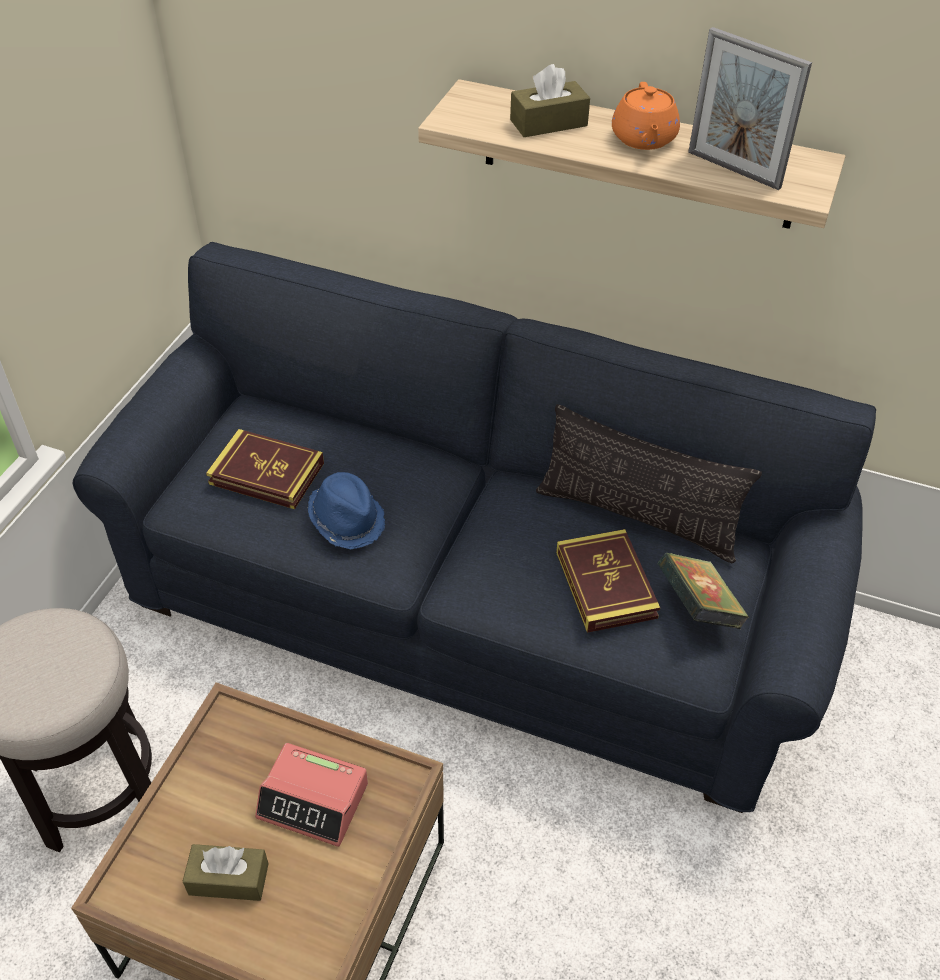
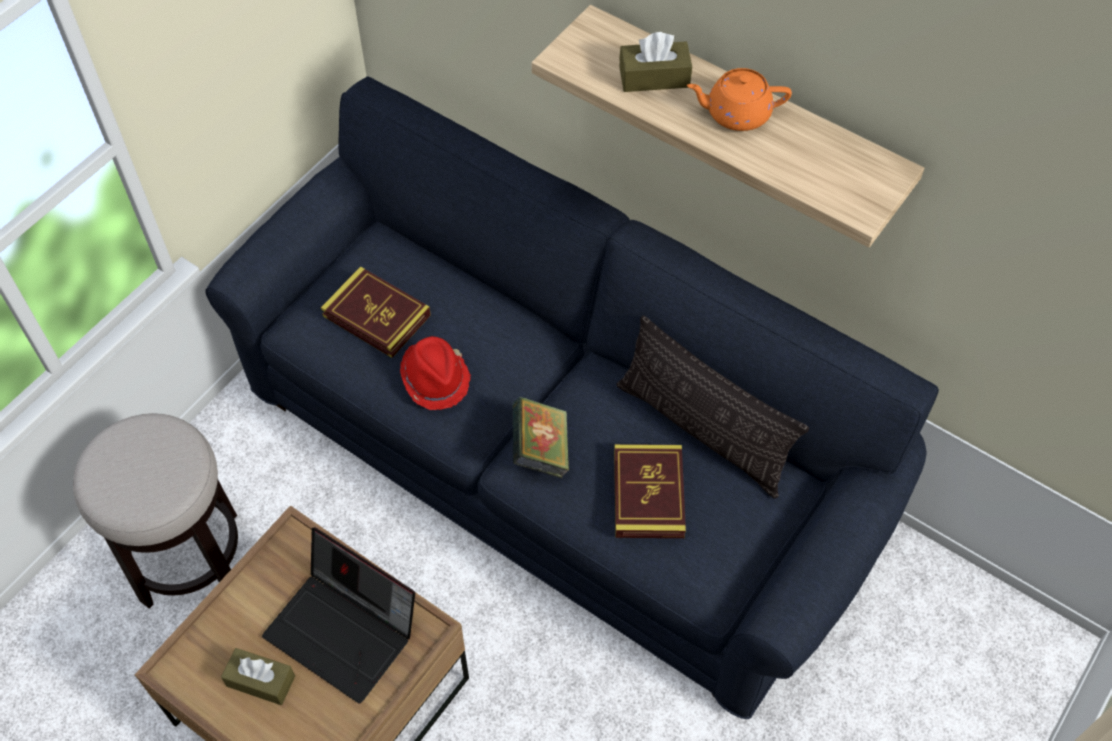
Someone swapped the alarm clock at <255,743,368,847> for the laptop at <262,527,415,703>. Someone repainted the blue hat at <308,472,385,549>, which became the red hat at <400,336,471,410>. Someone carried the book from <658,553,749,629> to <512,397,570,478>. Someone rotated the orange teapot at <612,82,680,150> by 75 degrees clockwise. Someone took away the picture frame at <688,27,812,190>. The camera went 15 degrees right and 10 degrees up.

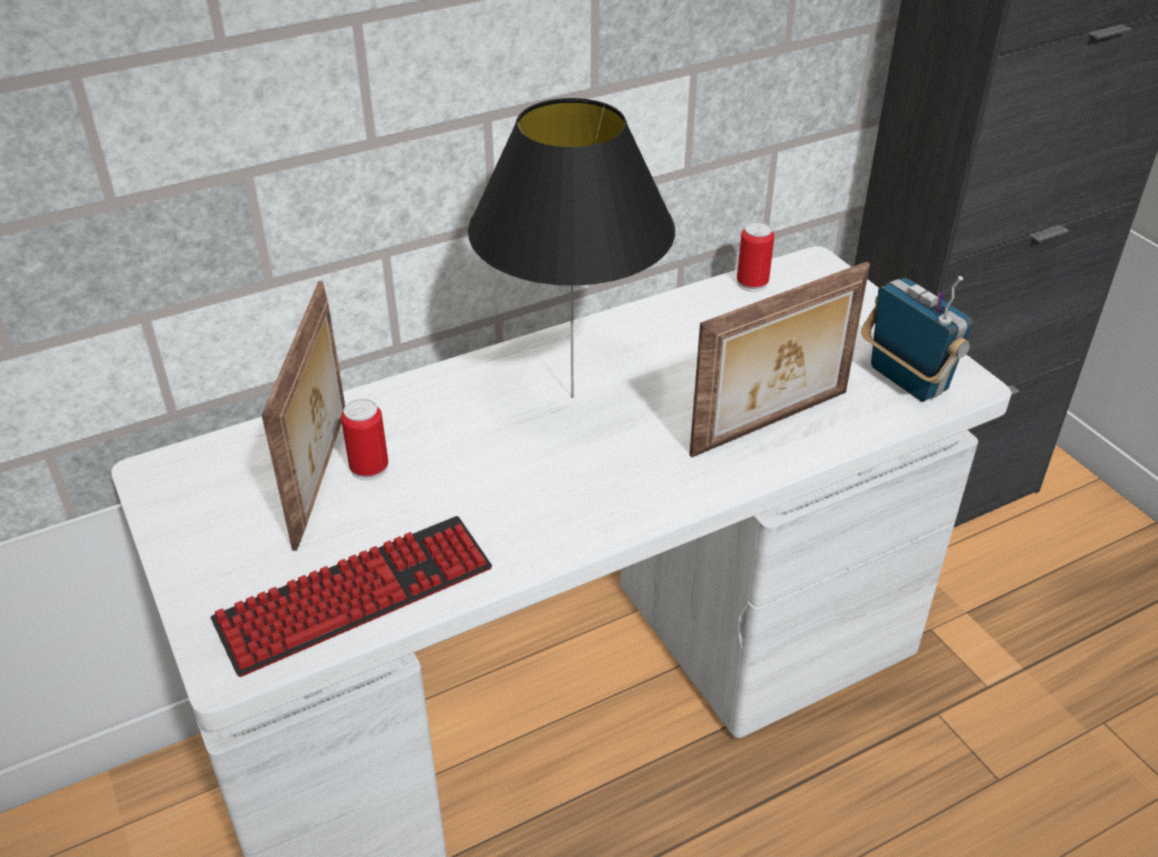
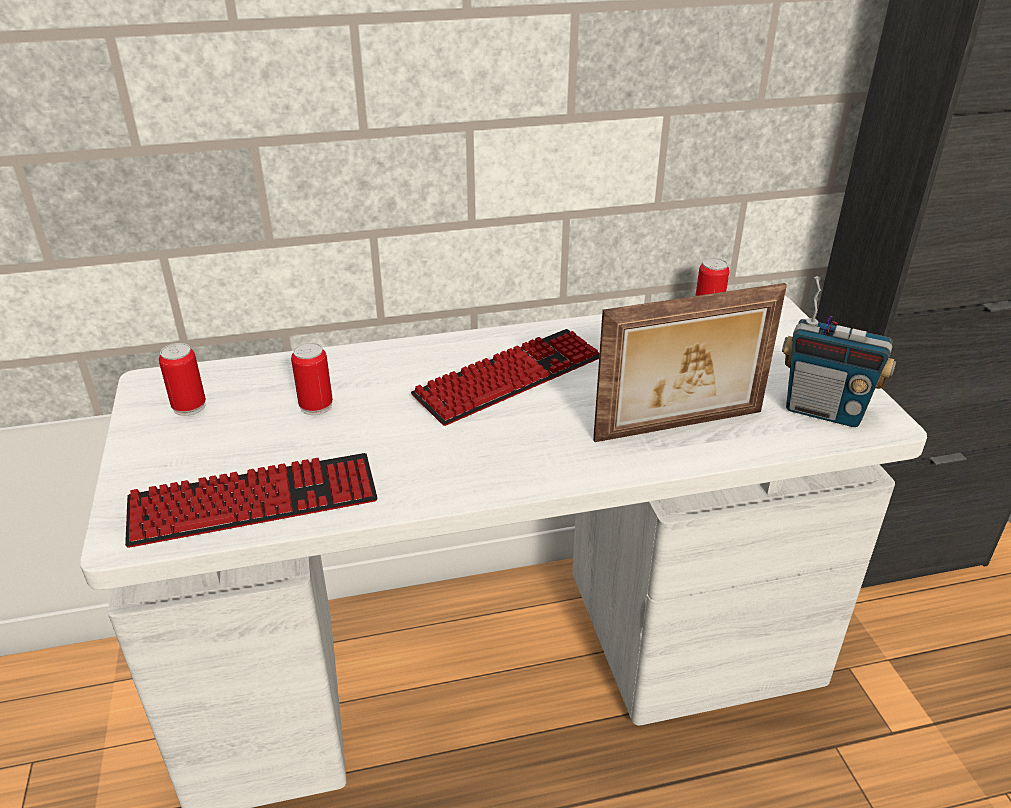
Someone put down the can at <159,343,206,416>. Someone swapped the black table lamp at <468,98,675,398> for the keyboard at <411,329,599,426>. Someone rotated the radio at <861,276,973,402> by 135 degrees clockwise. Someone took away the picture frame at <262,281,345,551>. The camera went 15 degrees right and 5 degrees down.

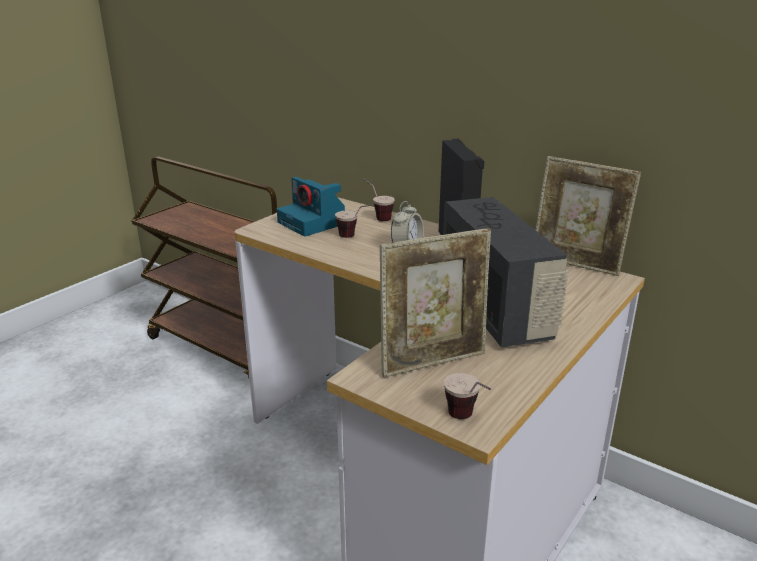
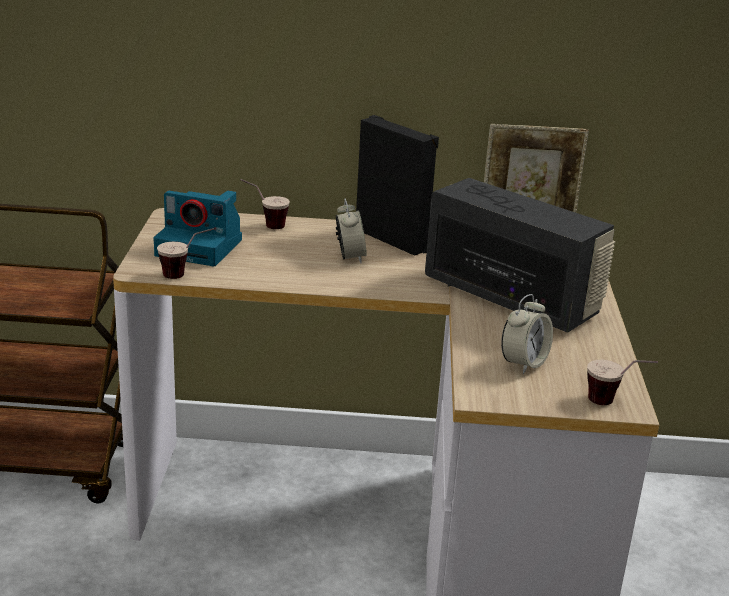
Someone carried the cup from <335,204,373,238> to <157,228,214,279>. Someone swapped the picture frame at <380,228,491,378> for the alarm clock at <501,294,553,374>. The camera went 35 degrees left and 0 degrees up.

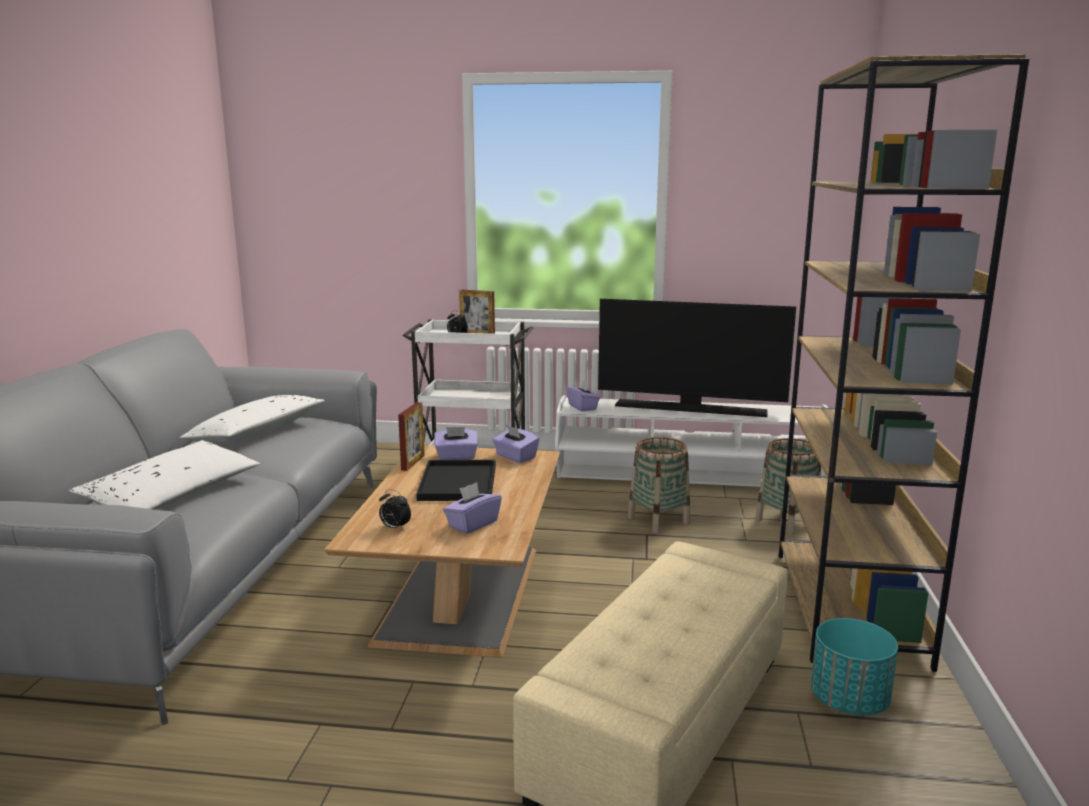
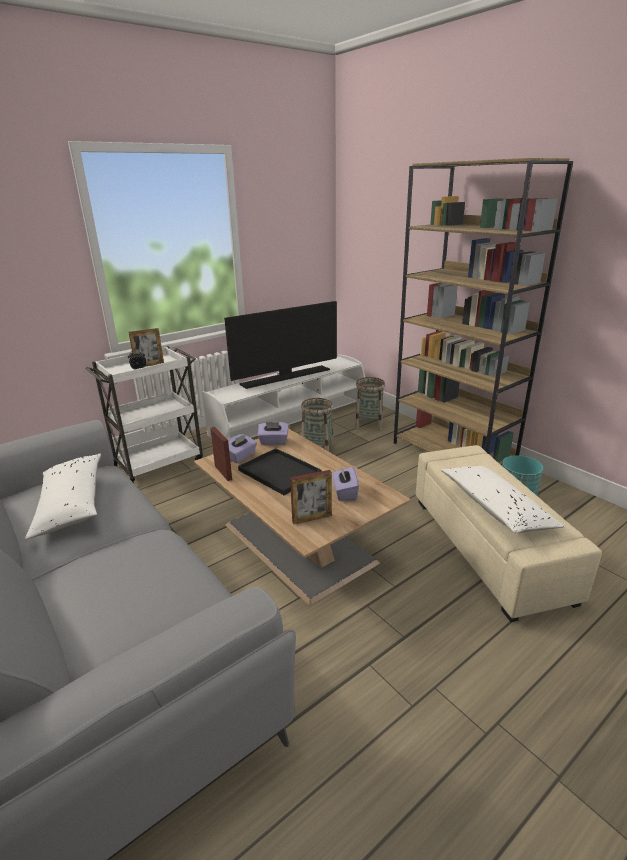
Someone swapped the alarm clock at <379,489,411,530> for the picture frame at <290,470,332,524>. Someone carried the white pillow from <69,440,260,510> to <441,466,564,533>. Someone took away the purple tissue box at <566,381,600,412>. The camera went 45 degrees left and 10 degrees up.

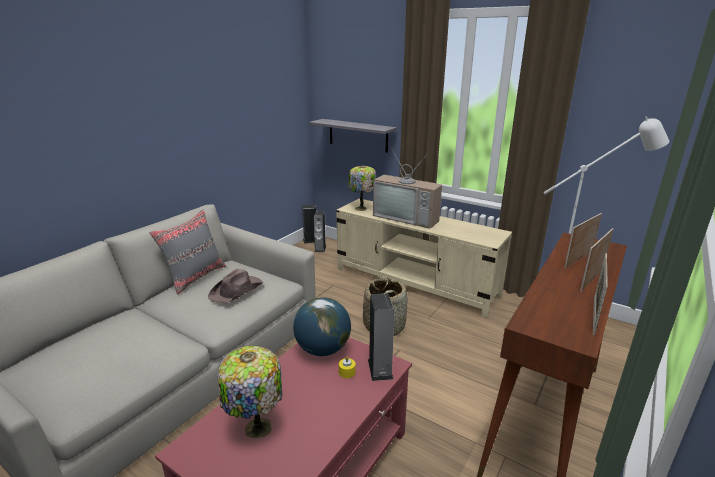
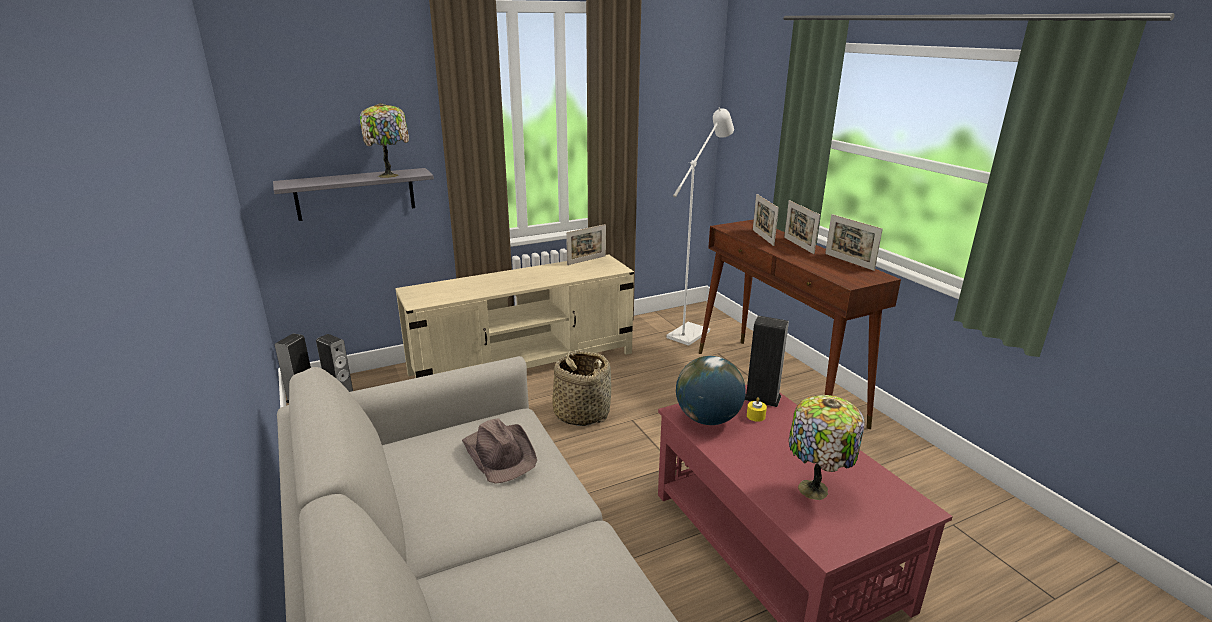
Someone carried the table lamp from <348,165,376,211> to <360,103,409,178>. Someone put down the picture frame at <566,224,606,265>. Someone took away the grey pillow at <149,210,226,295>. Someone took away the television at <373,147,442,229>. The camera went 60 degrees left and 0 degrees up.

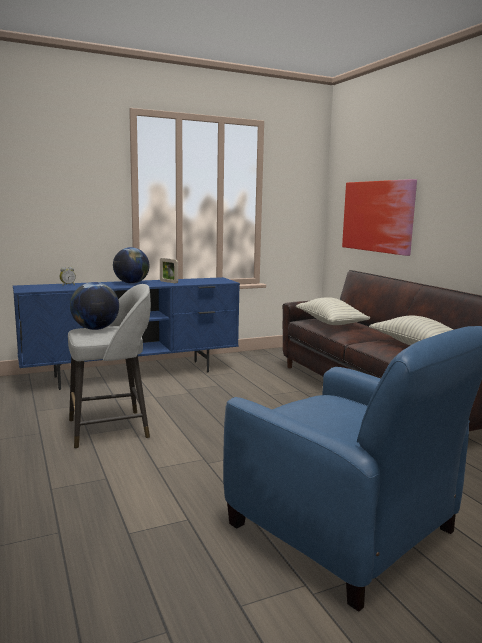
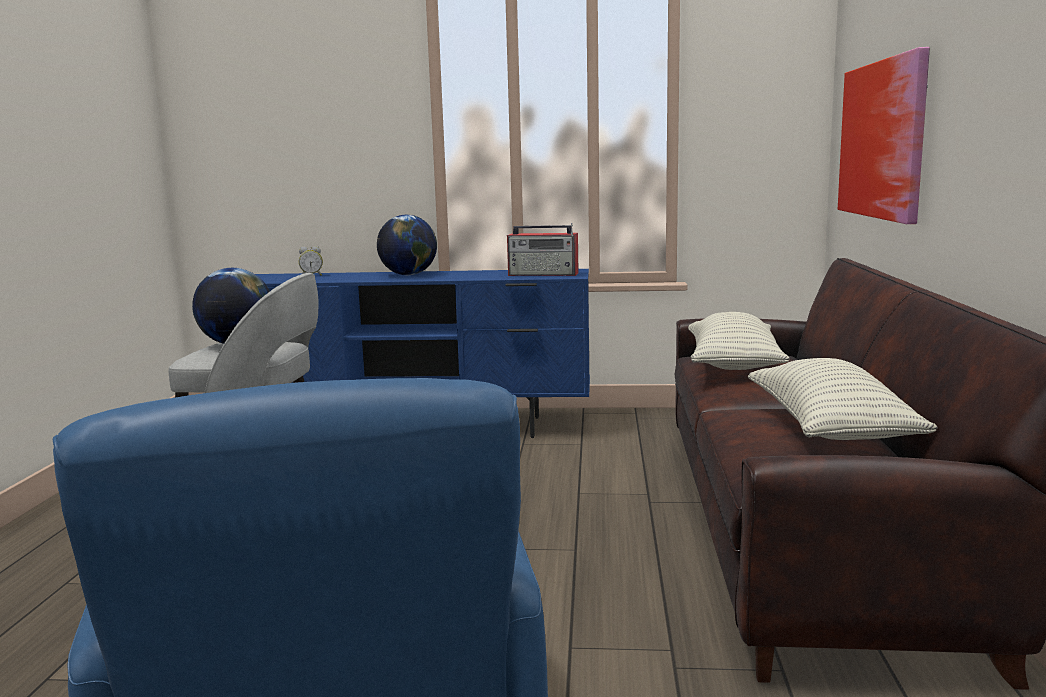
Someone put down the radio at <507,223,579,276>. Someone took away the picture frame at <160,258,178,283>. The camera went 30 degrees right and 0 degrees up.

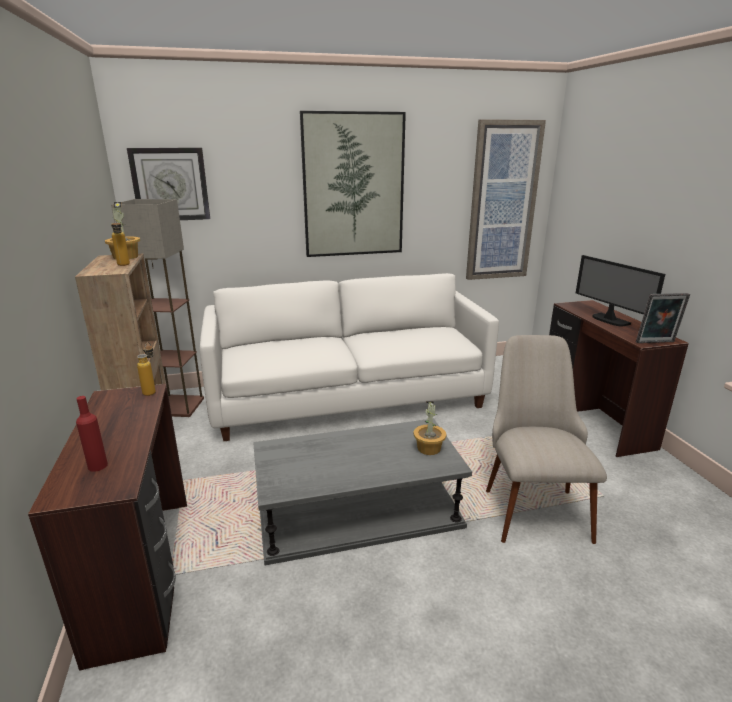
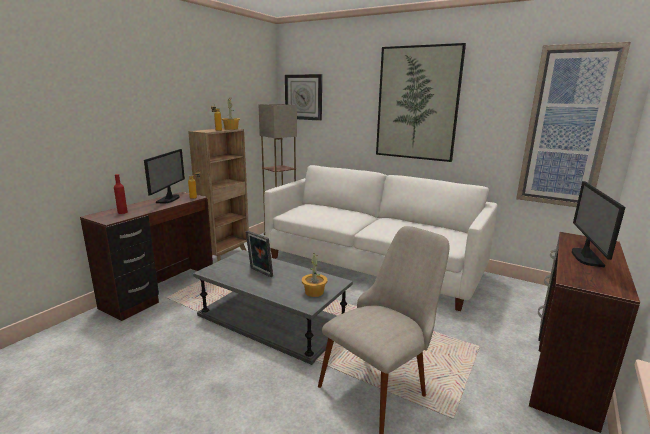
Someone put down the monitor at <144,149,185,204>. Someone carried the picture frame from <636,293,690,343> to <246,231,273,277>. The camera went 45 degrees right and 5 degrees down.

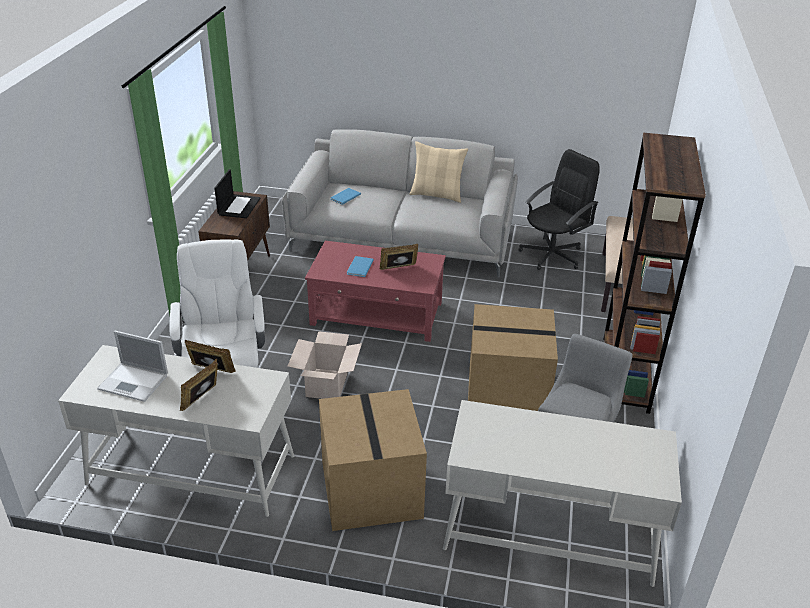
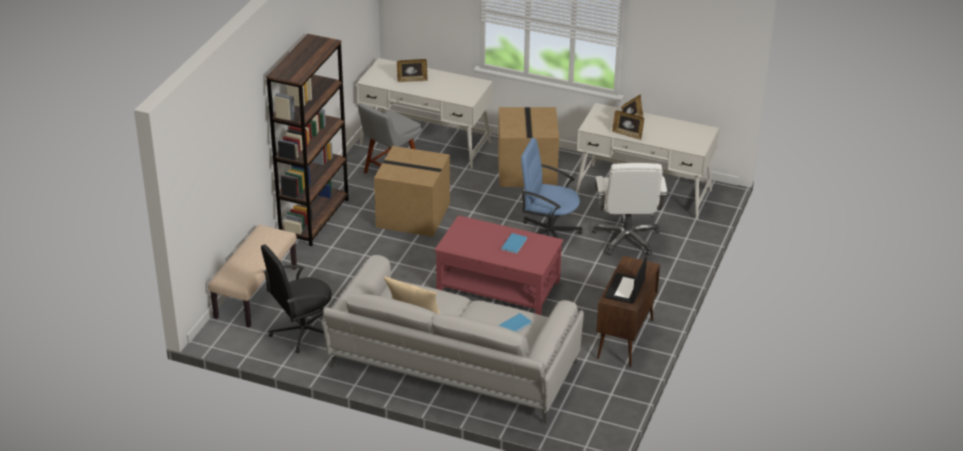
Someone carried the picture frame from <379,244,418,270> to <397,59,428,82>. Someone swapped the cardboard box at <288,331,362,399> for the blue office chair at <521,138,583,251>. Someone took away the laptop at <97,331,168,402>. The camera went 170 degrees left and 0 degrees up.

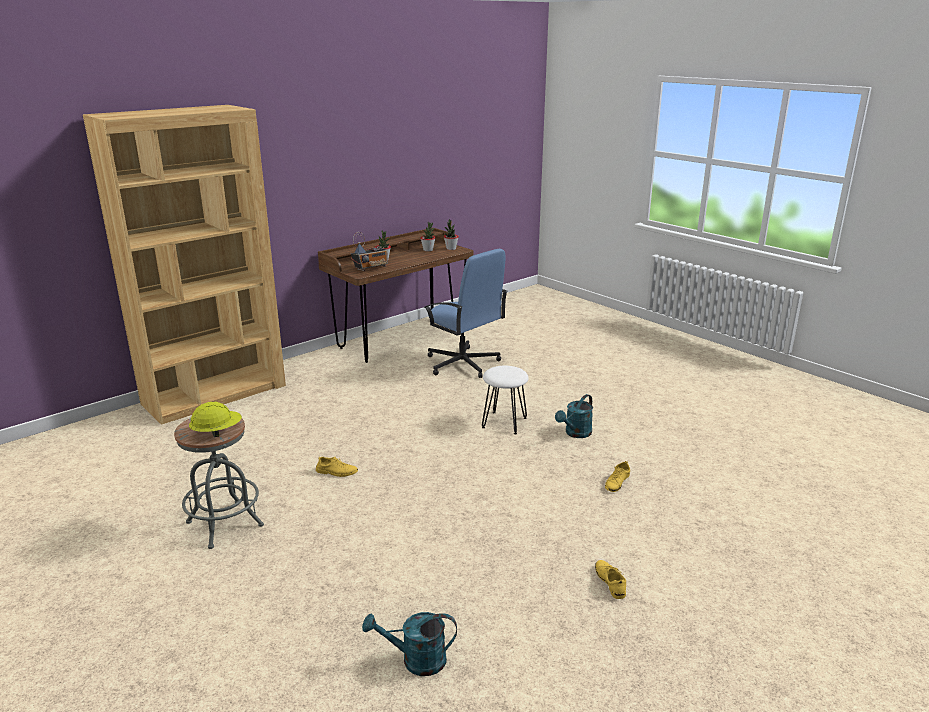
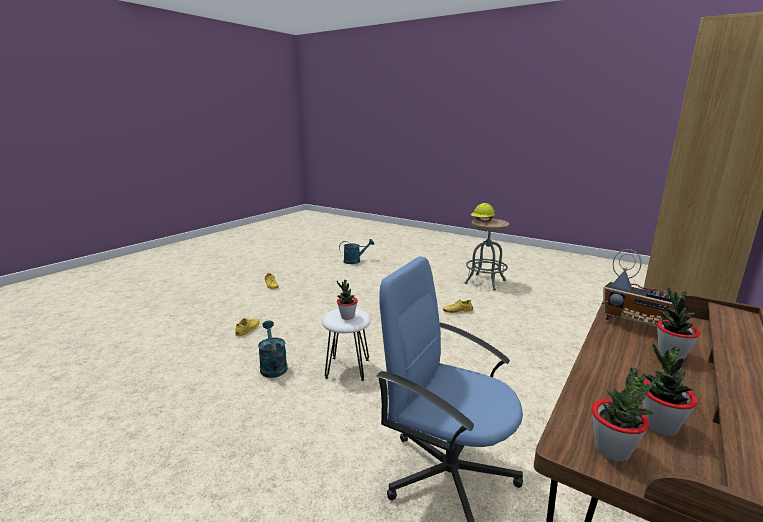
Someone rotated the turquoise watering can at <555,394,593,438> by 45 degrees counterclockwise. Someone put down the potted plant at <337,280,358,320>. Someone rotated the radio at <351,232,388,271> by 90 degrees counterclockwise. The camera went 165 degrees right and 5 degrees down.

